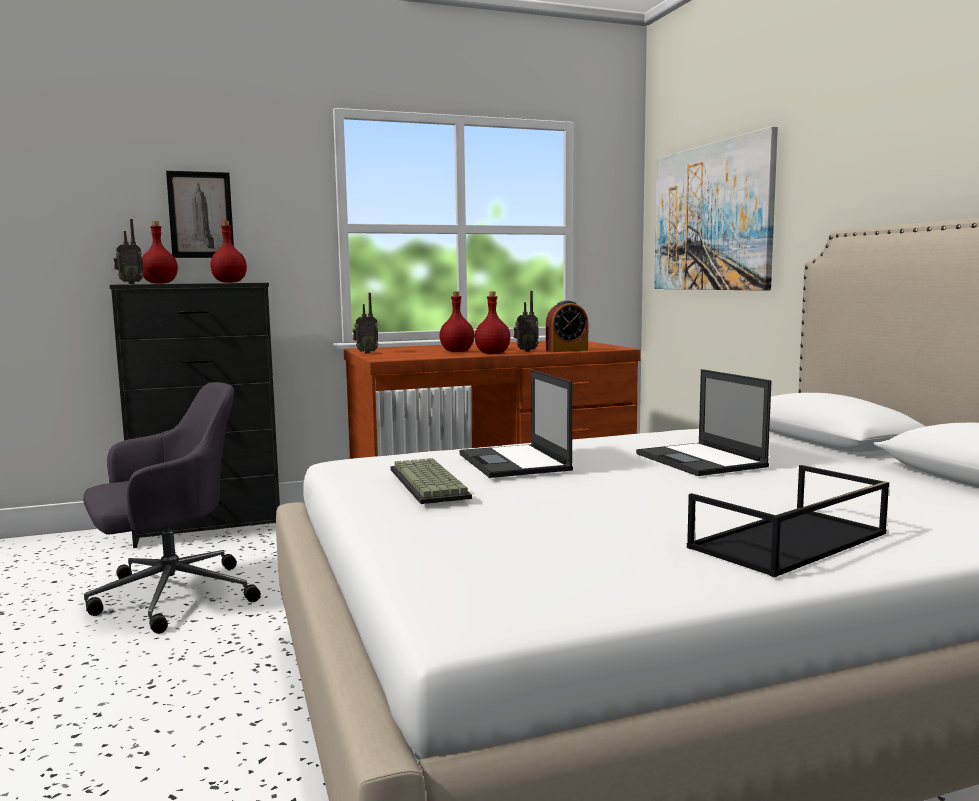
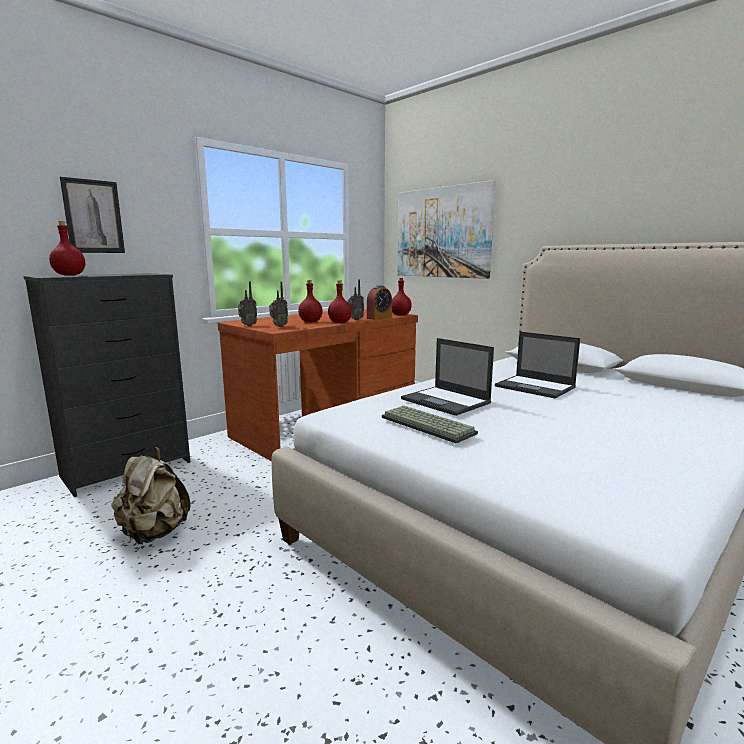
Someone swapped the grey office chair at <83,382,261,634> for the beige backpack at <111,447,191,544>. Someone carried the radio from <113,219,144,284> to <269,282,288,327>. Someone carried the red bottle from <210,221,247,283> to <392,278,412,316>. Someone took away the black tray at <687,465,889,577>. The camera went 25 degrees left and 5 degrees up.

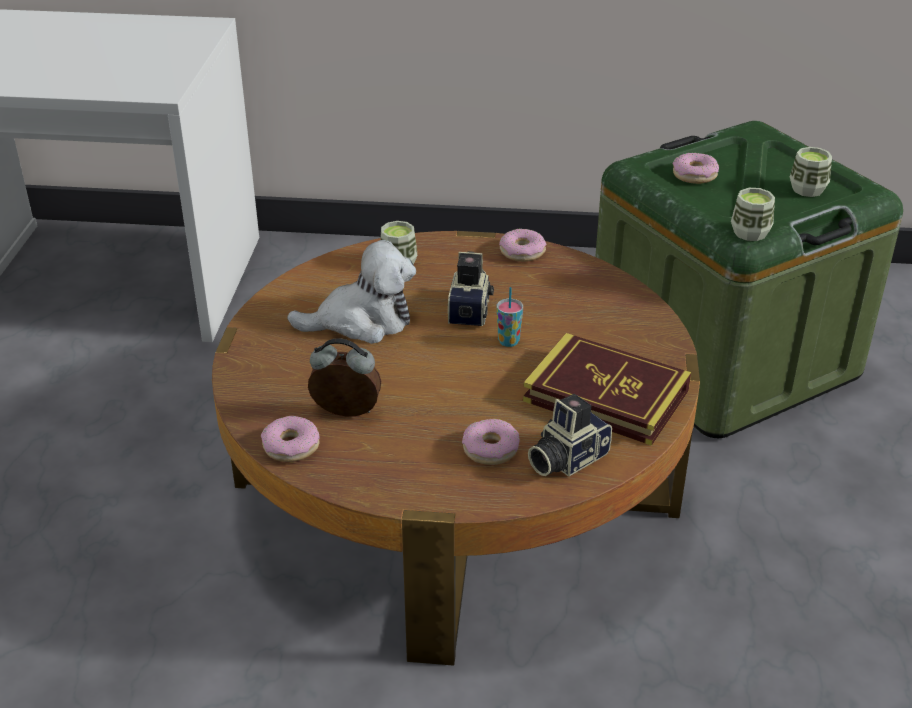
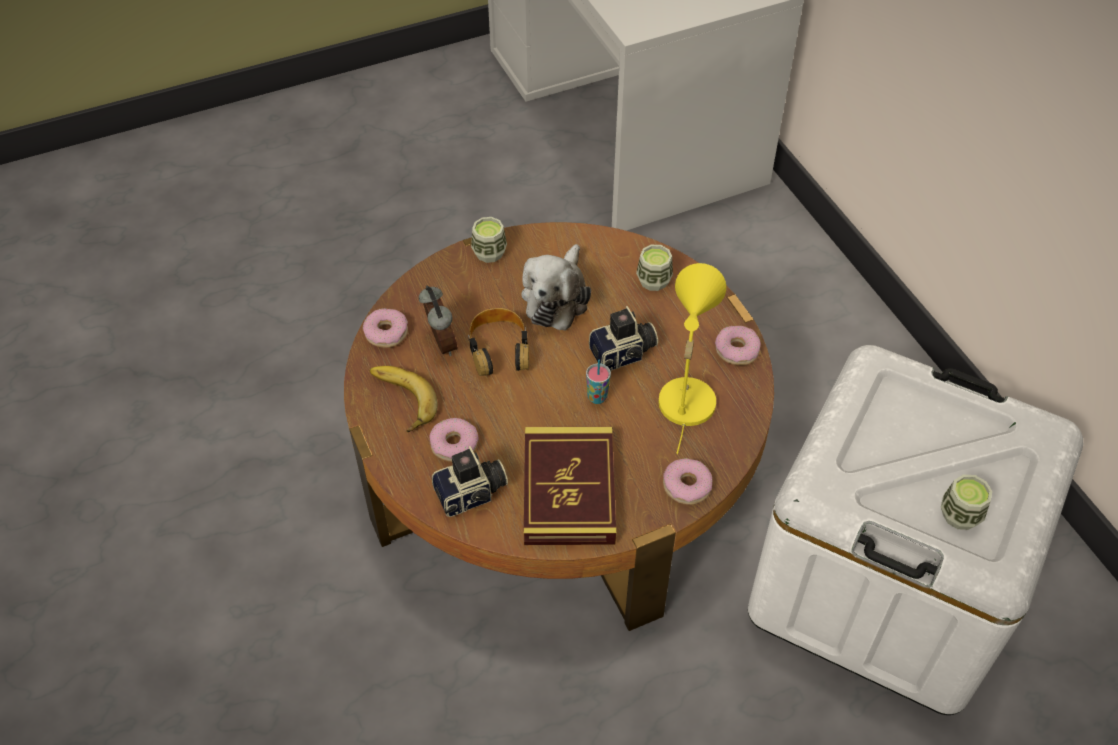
Someone put down the banana at <370,366,438,432>. Someone rotated the photo camera at <528,394,612,477> by 135 degrees clockwise. Someone put down the headphones at <468,308,529,376>. Someone carried the cup from <731,188,775,241> to <471,217,507,263>. Someone rotated the plush toy at <287,240,416,344> by 60 degrees clockwise. Someone put down the yellow table lamp at <659,263,726,454>. Someone carried the donut from <672,153,719,184> to <663,458,712,505>. Someone repainted the green storage box at <595,121,903,438>, which became the white storage box at <748,345,1083,715>. The camera went 60 degrees right and 15 degrees up.

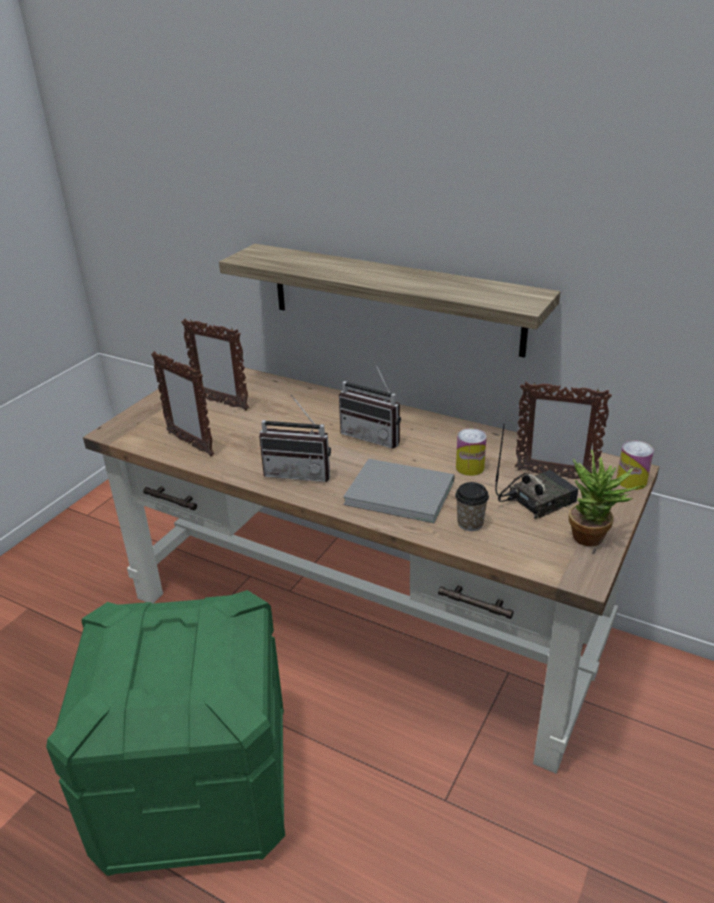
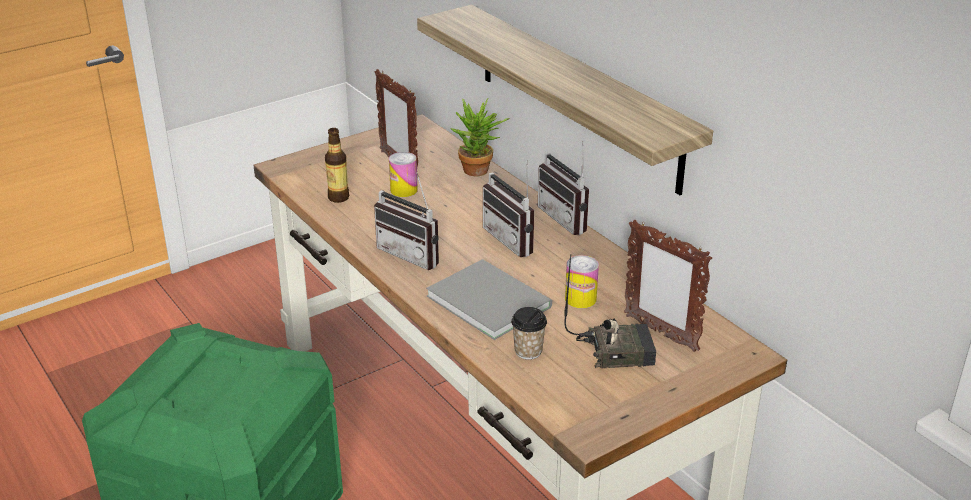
Someone swapped the picture frame at <151,351,214,456> for the bottle at <325,128,349,203>. Someone carried the can from <616,441,654,490> to <389,152,418,197>. Someone carried the potted plant from <569,450,645,546> to <450,98,510,177>. Someone put down the radio at <538,141,589,235>. The camera went 25 degrees right and 0 degrees up.

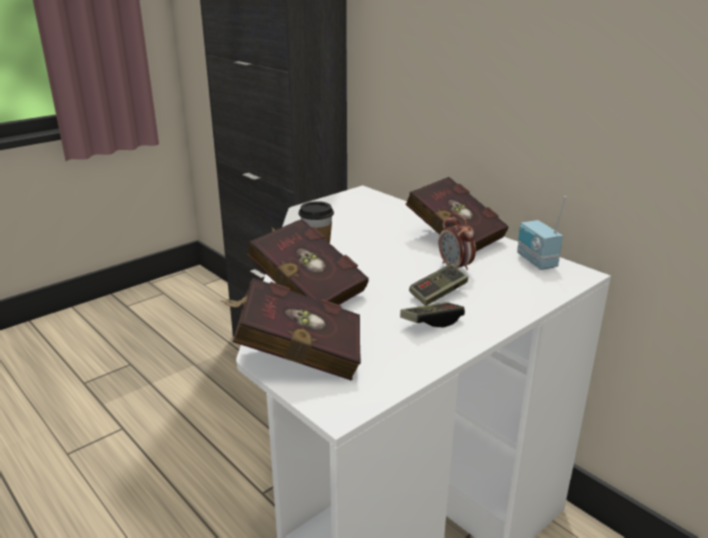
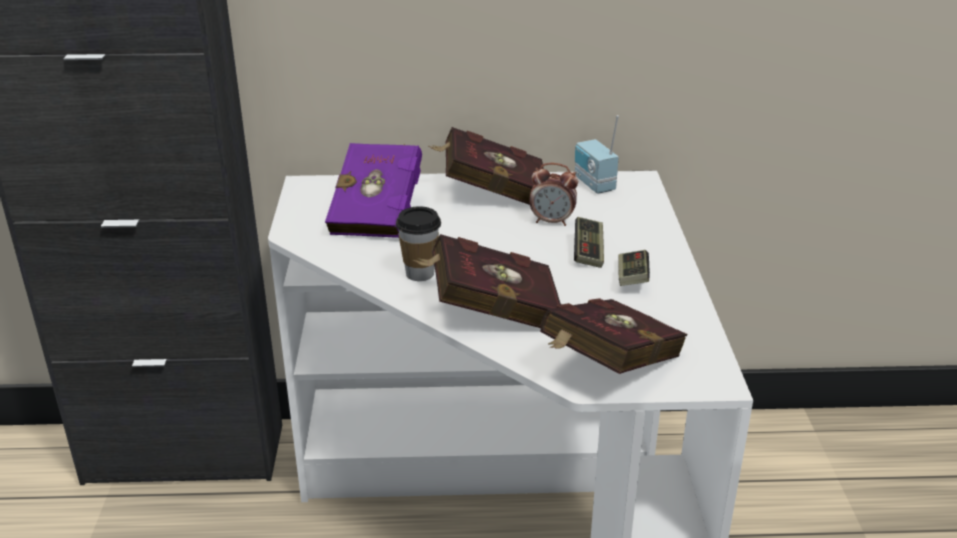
Someone put down the purple book at <325,143,422,238>. Someone rotated the radio at <517,196,566,270> by 45 degrees clockwise. The camera went 50 degrees left and 5 degrees up.

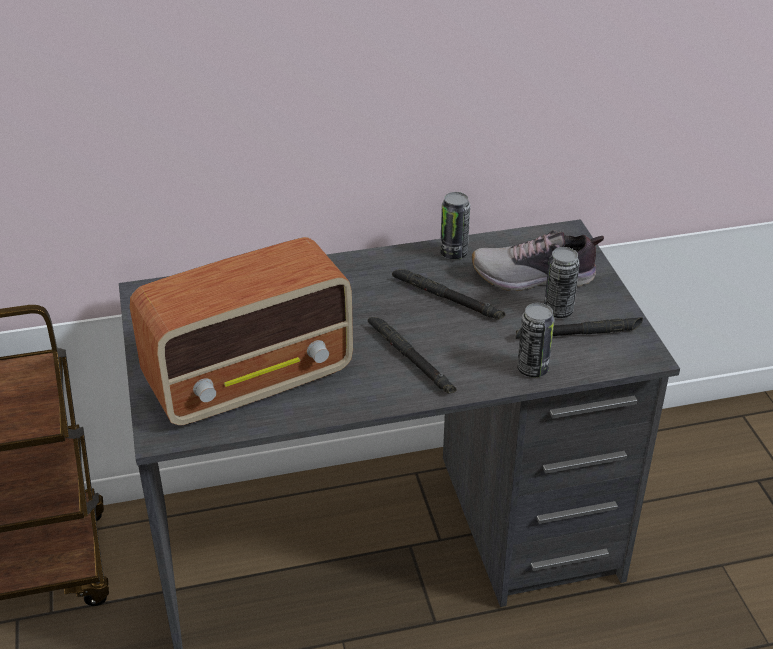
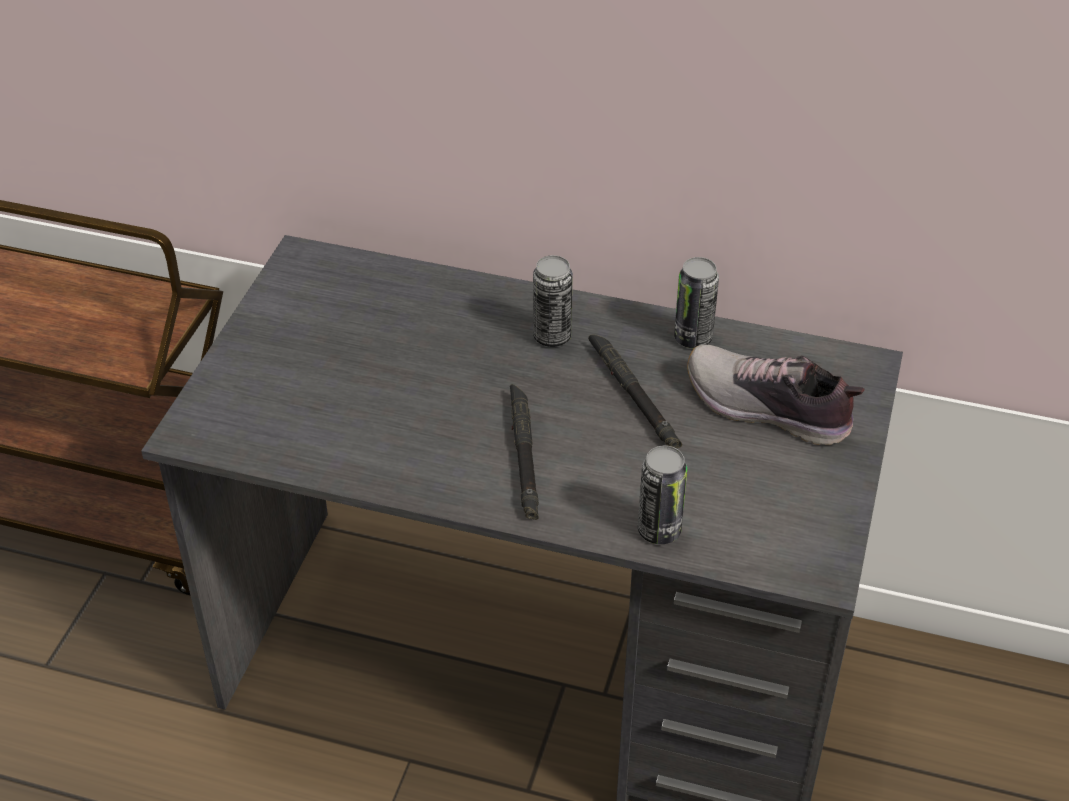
Someone carried the can from <544,247,580,318> to <533,255,573,347>. Someone took away the radio at <130,237,353,425>. Someone took away the black flashlight at <515,317,643,339>. The camera went 30 degrees right and 5 degrees up.

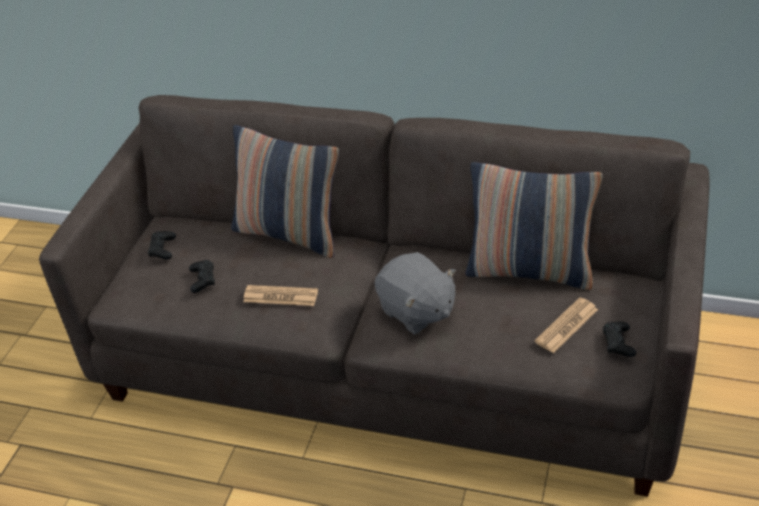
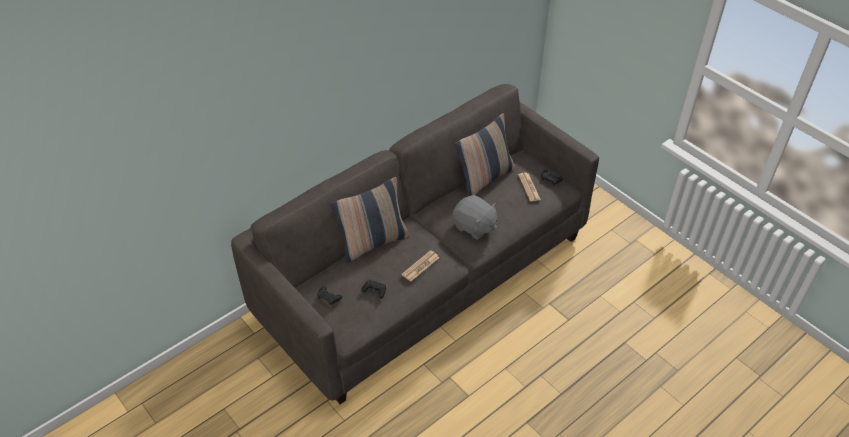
Someone rotated the grey plush toy at <374,252,456,335> by 45 degrees clockwise. The camera went 60 degrees left and 5 degrees up.

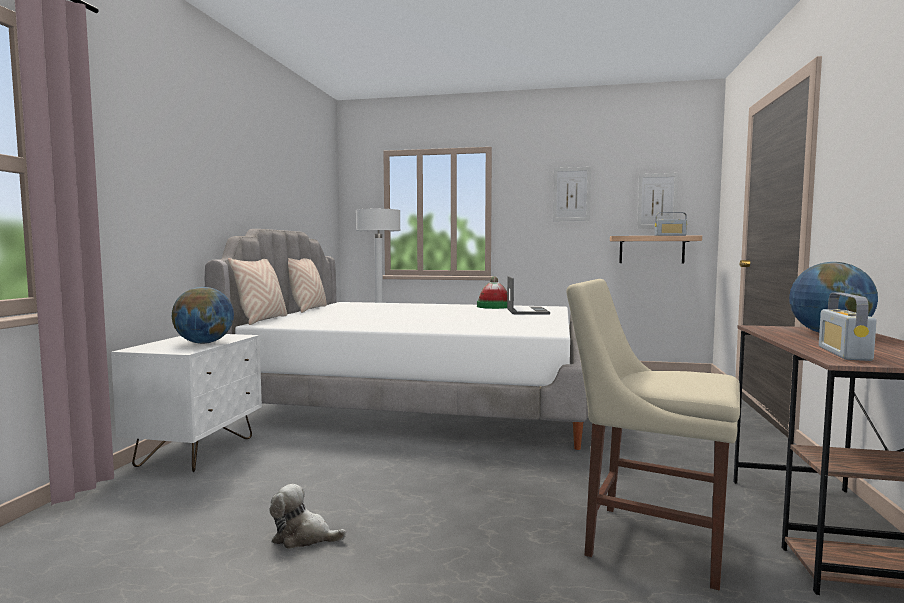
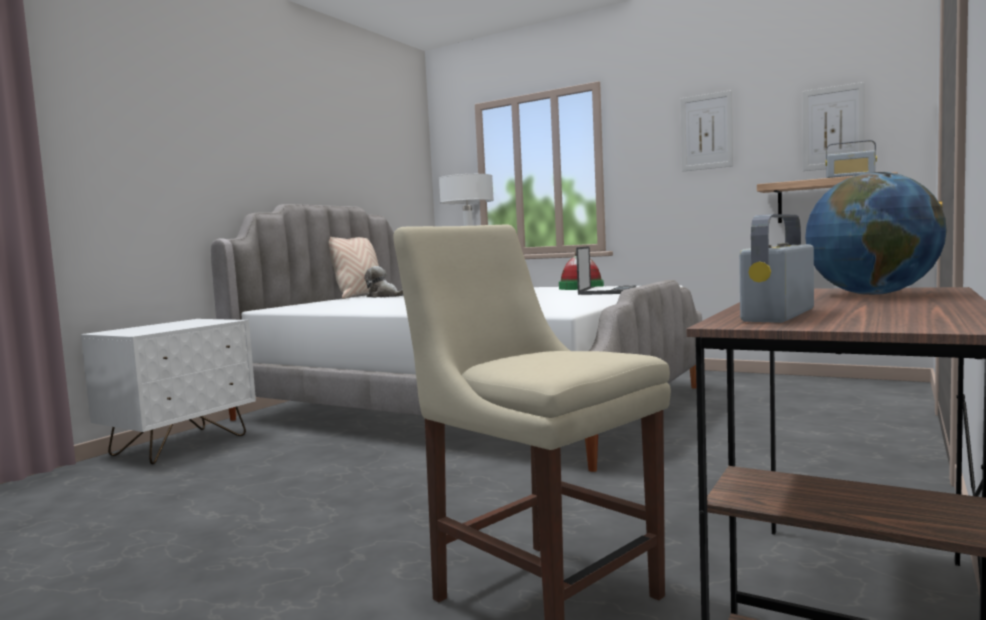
Someone carried the plush toy from <269,484,346,549> to <364,266,404,298>. Someone took away the globe at <172,287,234,344>. Someone took away the beige pillow at <228,258,287,325>. The camera went 20 degrees right and 0 degrees up.

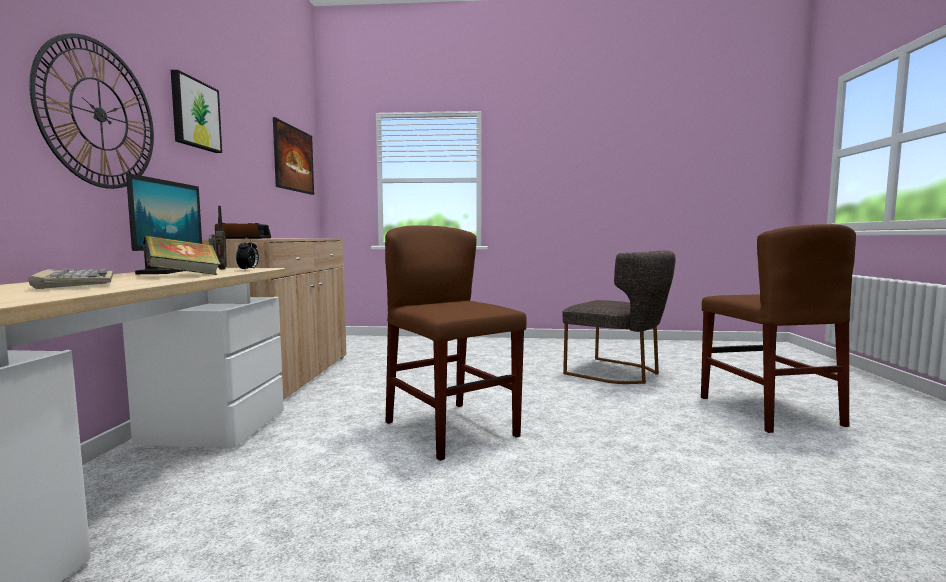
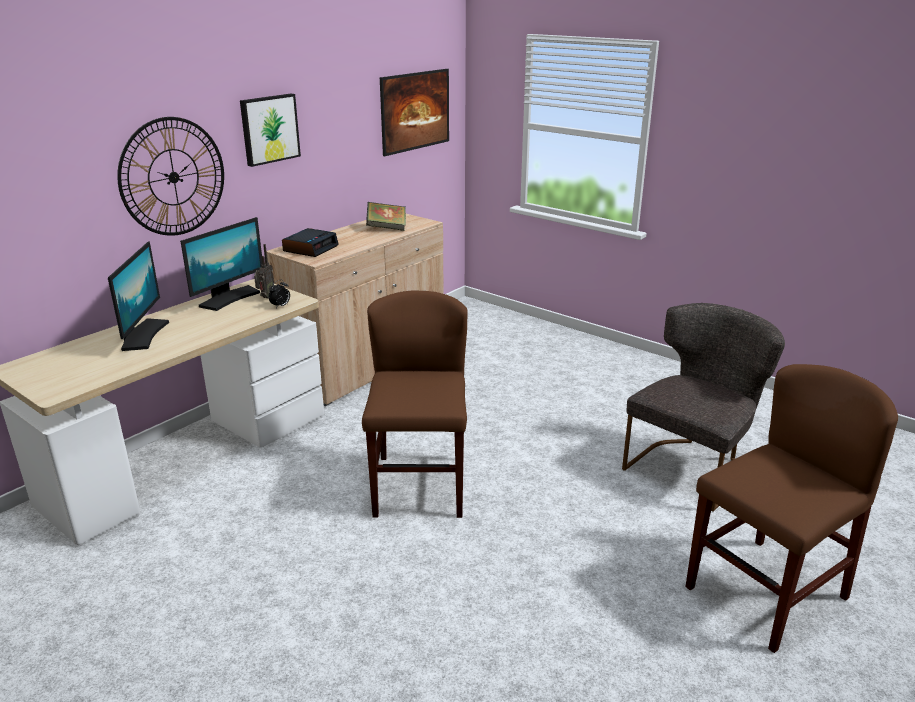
Someone swapped the keyboard at <28,268,113,289> for the monitor at <108,241,169,351>. Someone carried the book from <143,235,220,275> to <366,202,406,231>. Someone rotated the grey chair at <562,250,676,384> by 120 degrees counterclockwise. Someone rotated the brown chair at <701,224,856,433> by 150 degrees counterclockwise. The camera went 35 degrees right and 20 degrees up.

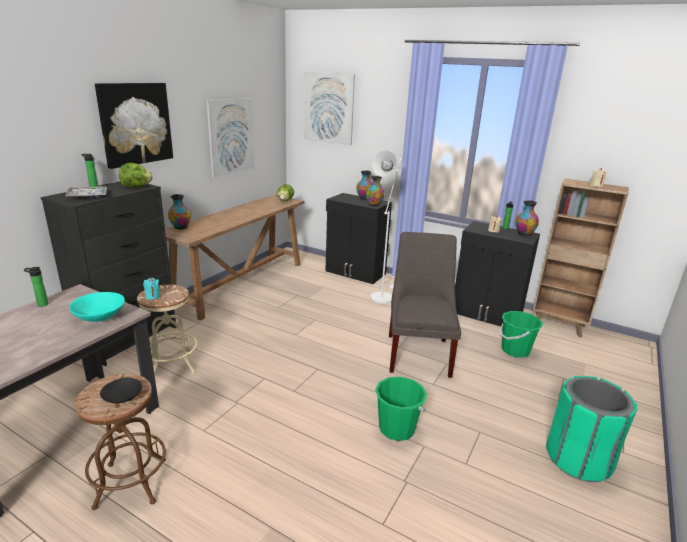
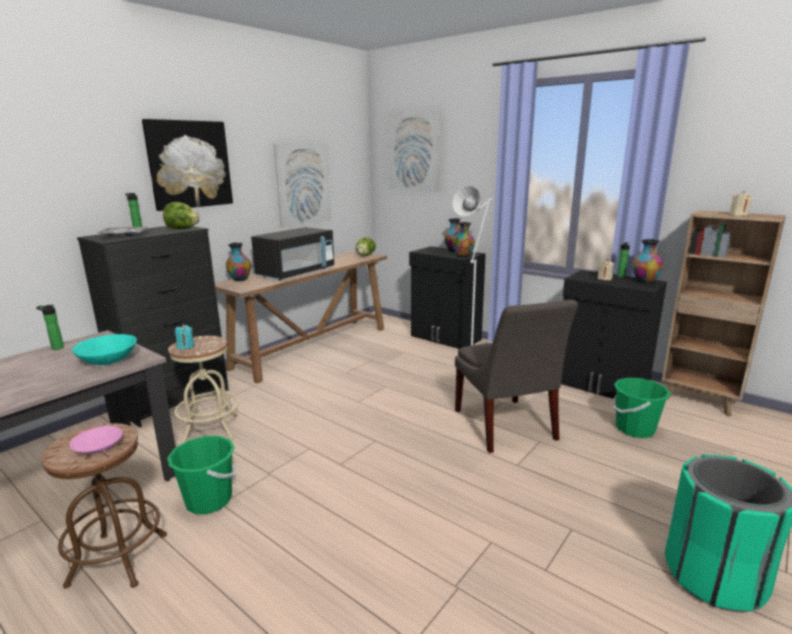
Someone repainted the black bowl at <100,378,142,403>, which became the pink bowl at <70,426,123,454>. Someone carried the green bucket from <375,377,427,441> to <167,436,236,514>. Someone put down the black microwave at <251,227,334,281>. Someone rotated the grey chair at <389,232,461,378> by 150 degrees clockwise. The camera went 10 degrees right and 5 degrees down.

